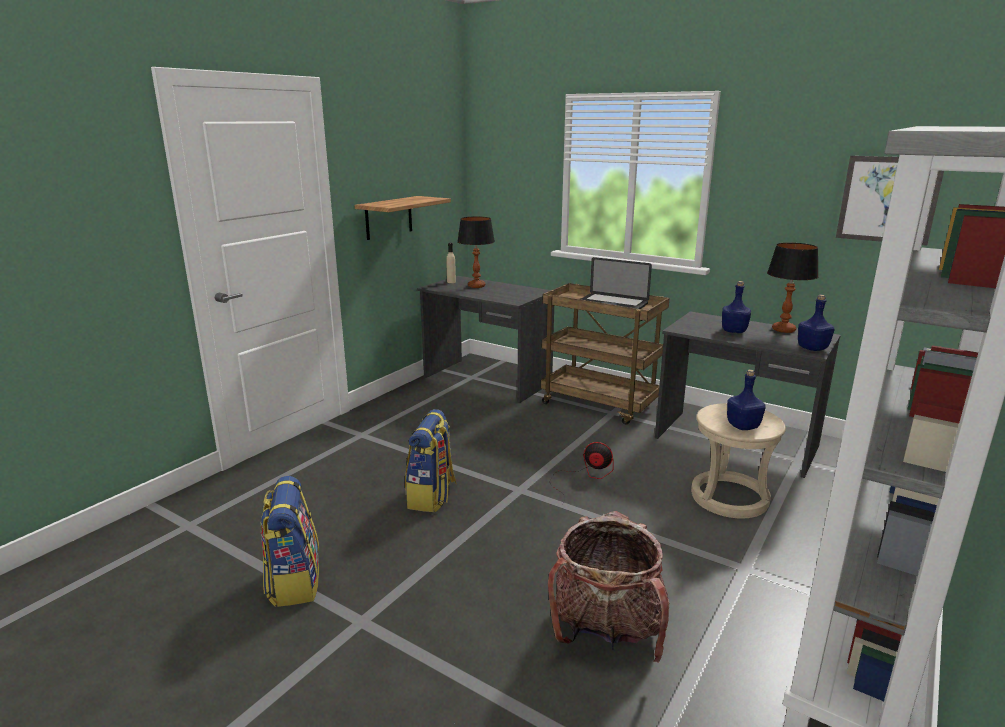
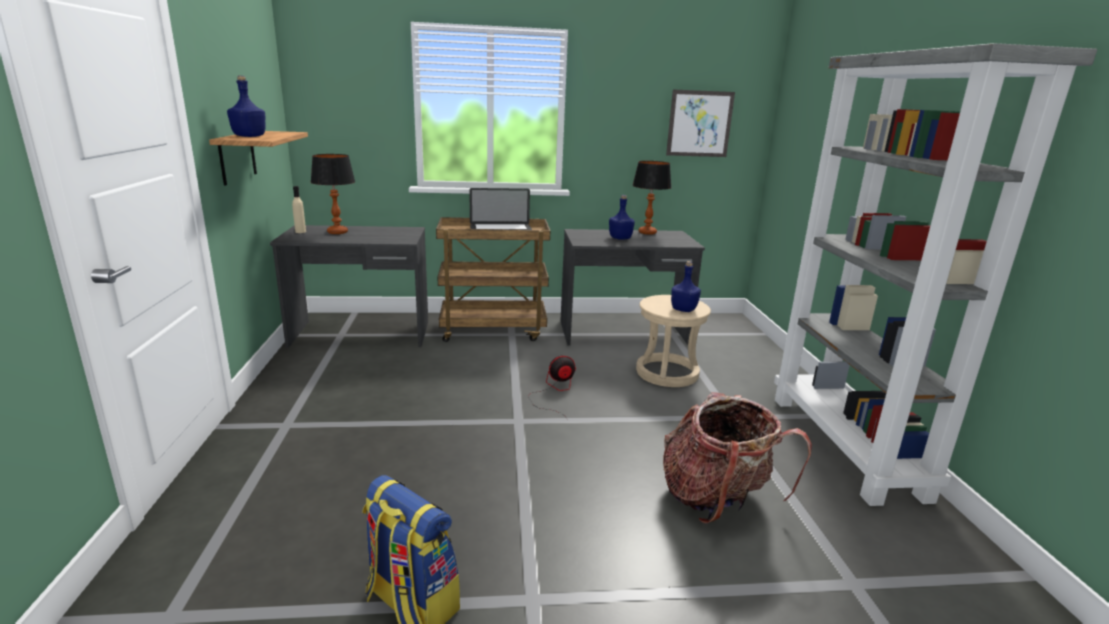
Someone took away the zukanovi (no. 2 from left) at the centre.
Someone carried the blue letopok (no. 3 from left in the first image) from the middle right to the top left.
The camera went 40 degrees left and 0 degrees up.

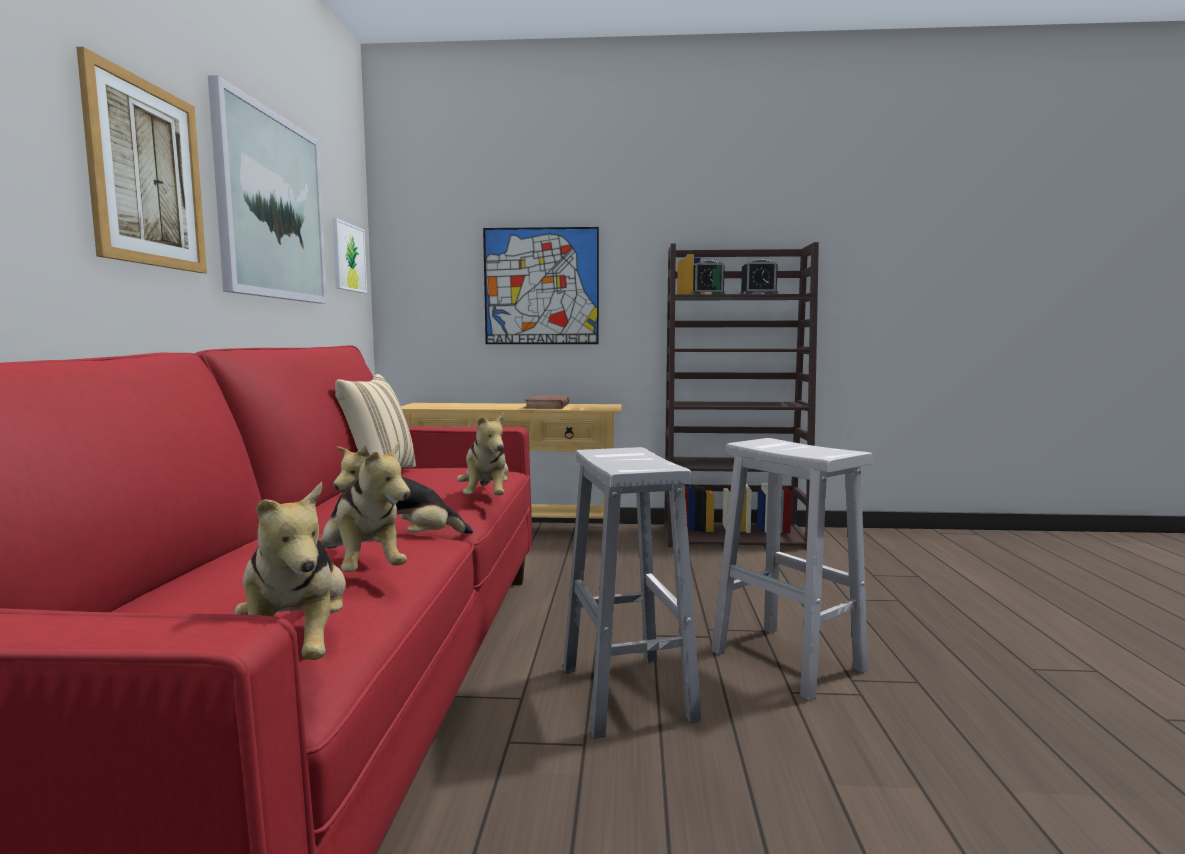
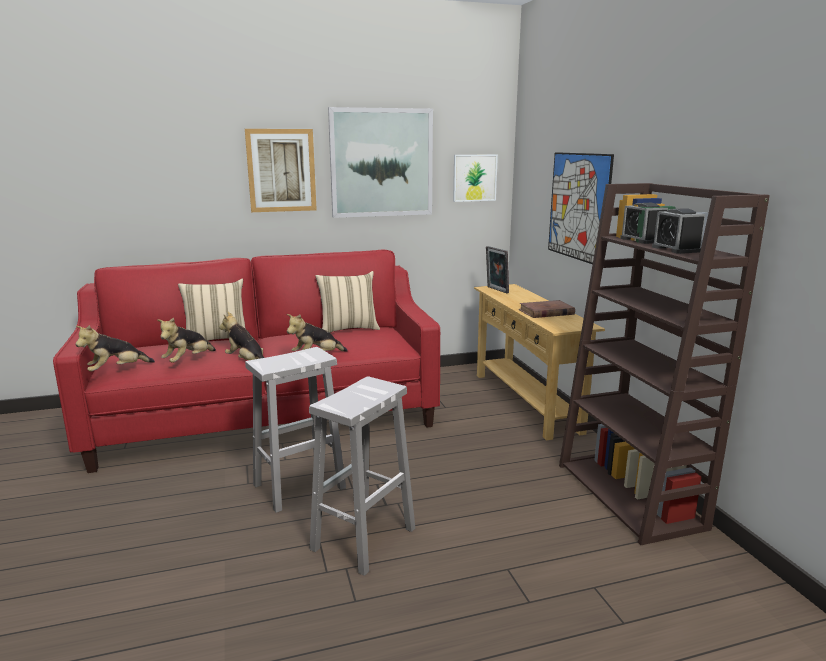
Someone put down the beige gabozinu (no. 1 from left) at the middle left.
Someone put down the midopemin at the centre.
The camera went 70 degrees right and 10 degrees up.

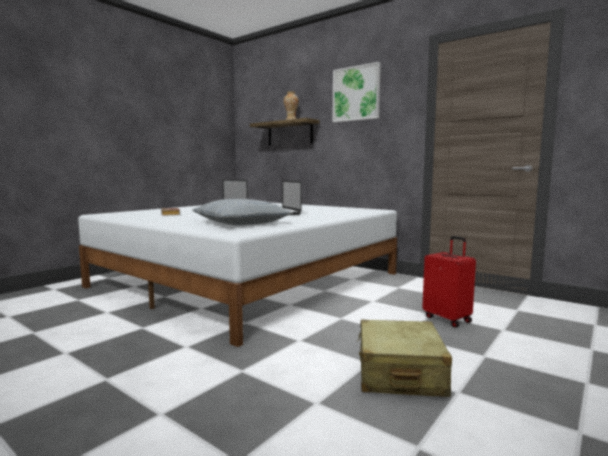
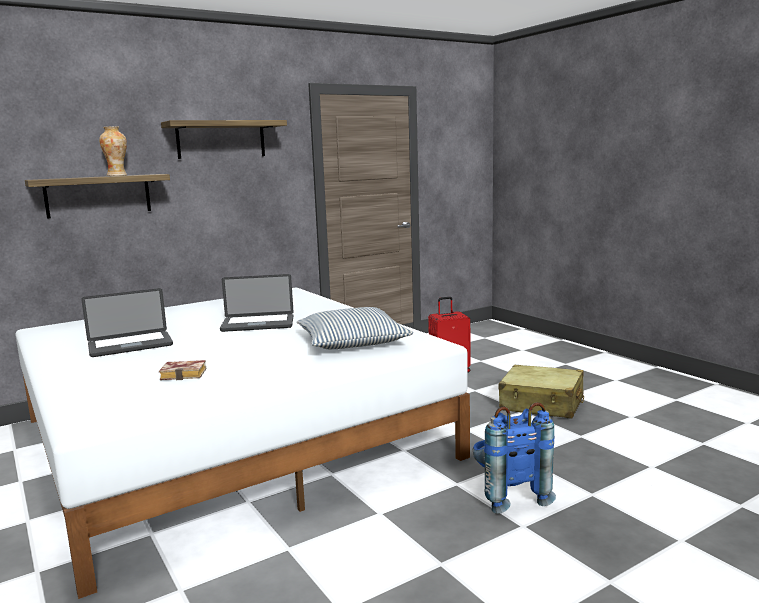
Someone put down the blue zukanovi at the bottom right.
Someone swapped the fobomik at the top centre for the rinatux (no. 2 from left) at the top left.
The camera went 70 degrees left and 5 degrees up.

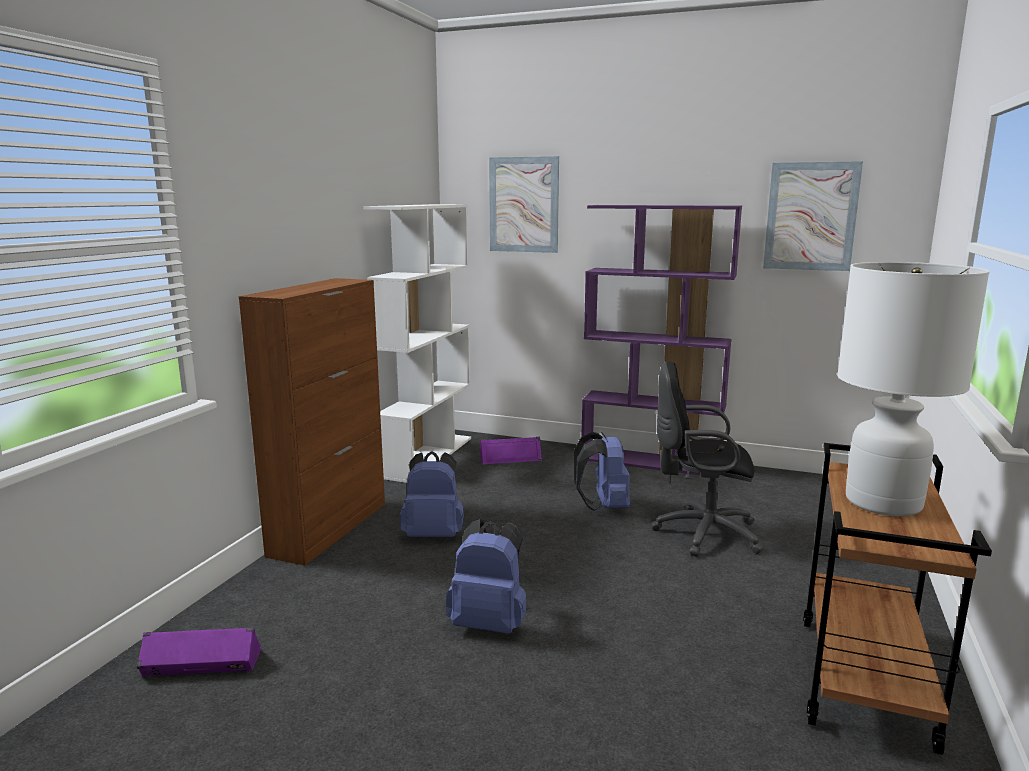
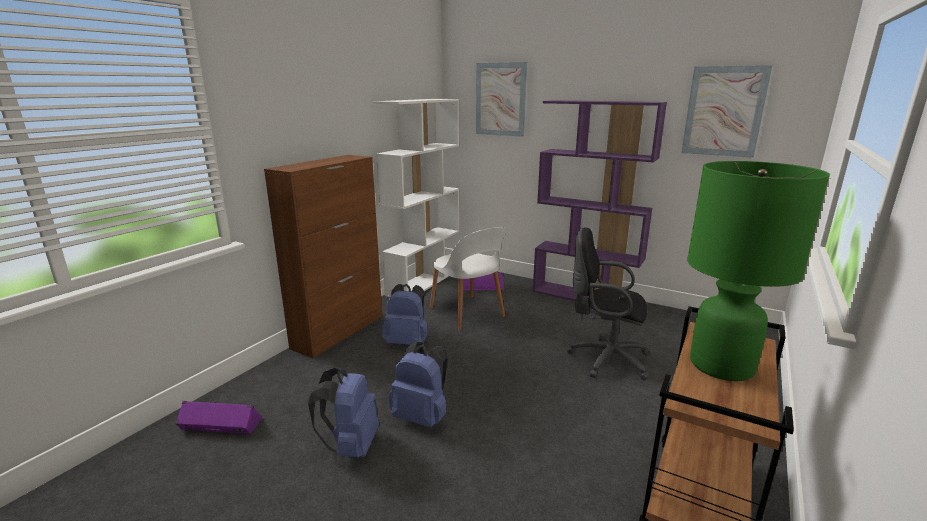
Someone put down the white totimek at the centre.
Someone carried the blue zukanovi (no. 3 from left in the first image) from the centre to the bottom centre.
Someone repainted the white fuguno at the middle right, which became the green fuguno at the middle right.
The camera went 10 degrees right and 5 degrees up.

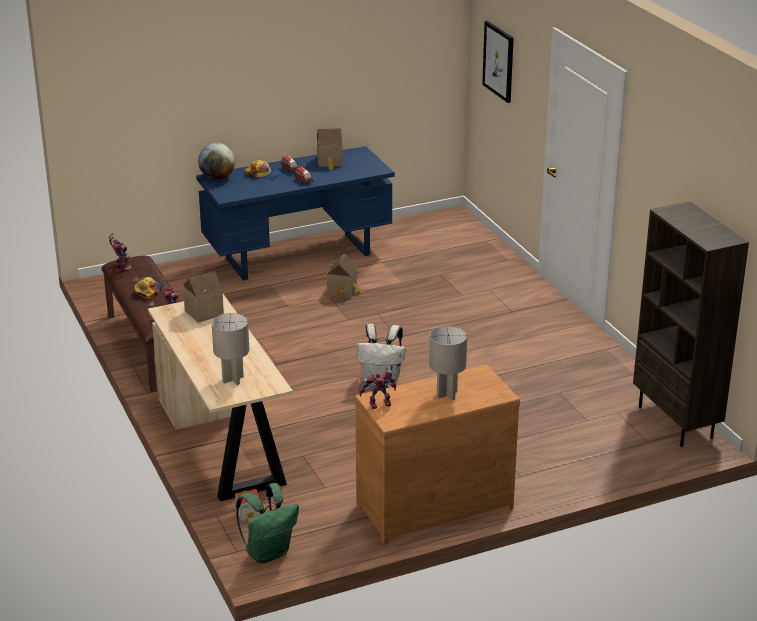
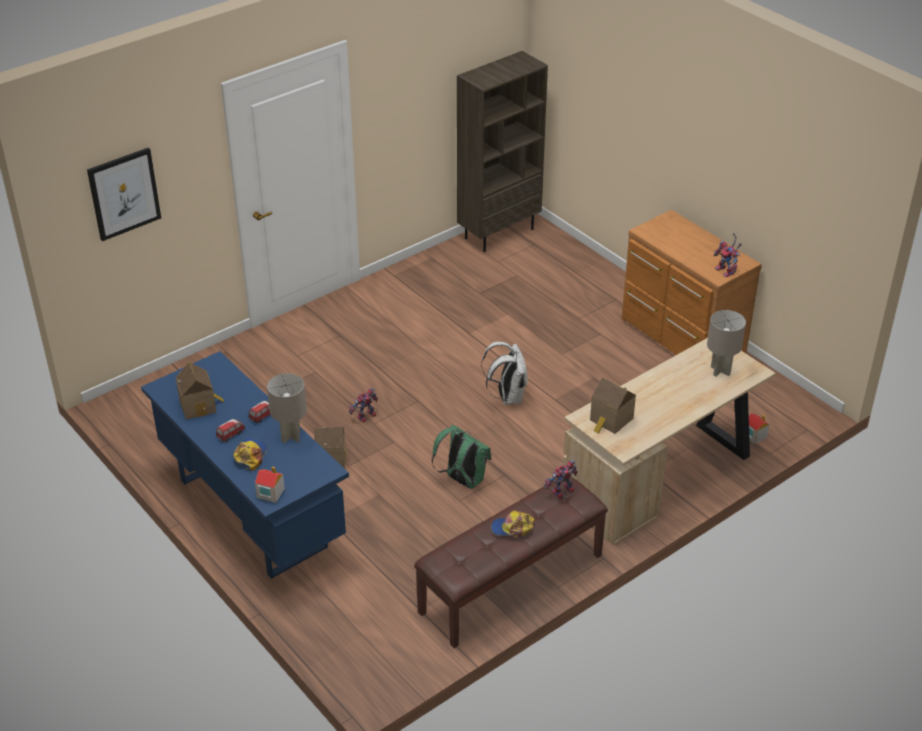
Someone carried the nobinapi (no. 1 from left) from the middle left to the centre.
Someone carried the green zukanovi from the bottom centre to the centre.
Someone carried the grey fuguno (no. 2 from left in the first image) from the centre to the middle left.
Someone swapped the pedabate at the top left for the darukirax (no. 2 from left) at the middle left.
The camera went 105 degrees left and 10 degrees up.

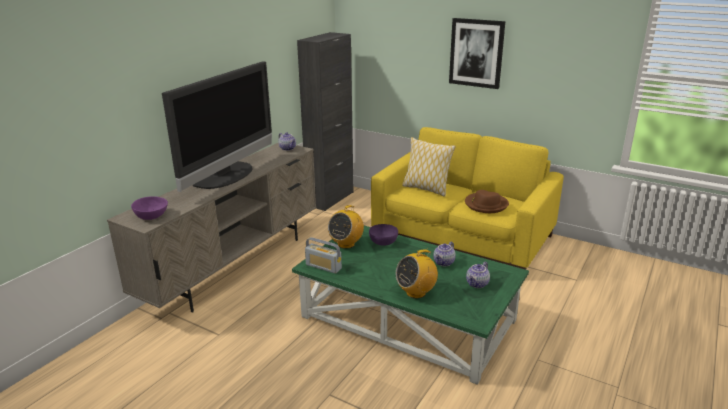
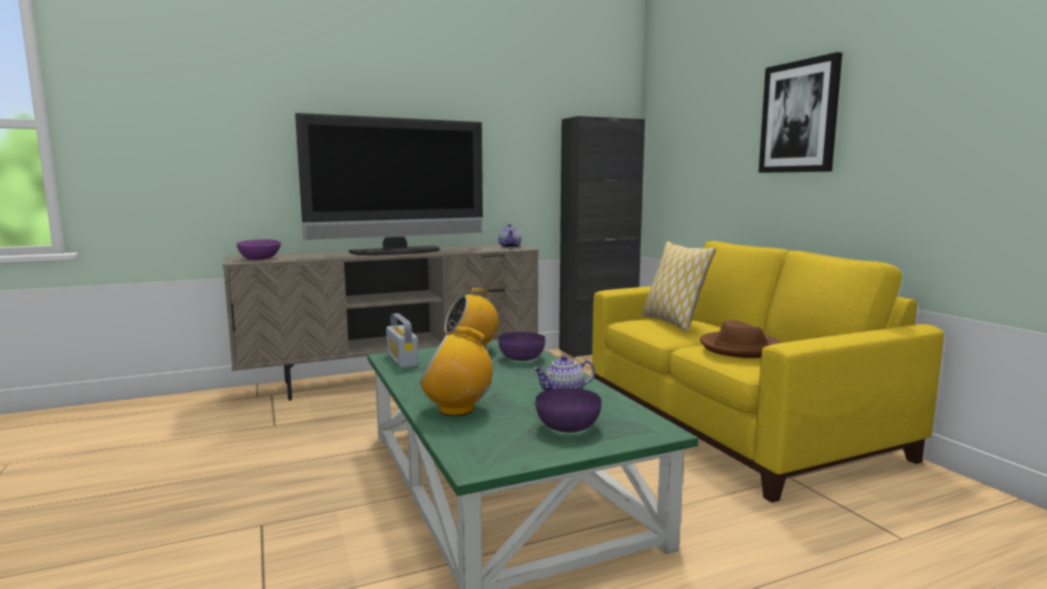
Someone swapped the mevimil (no. 3 from left) at the bottom centre for the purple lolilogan (no. 3 from left) at the bottom centre.
The camera went 35 degrees right and 15 degrees down.

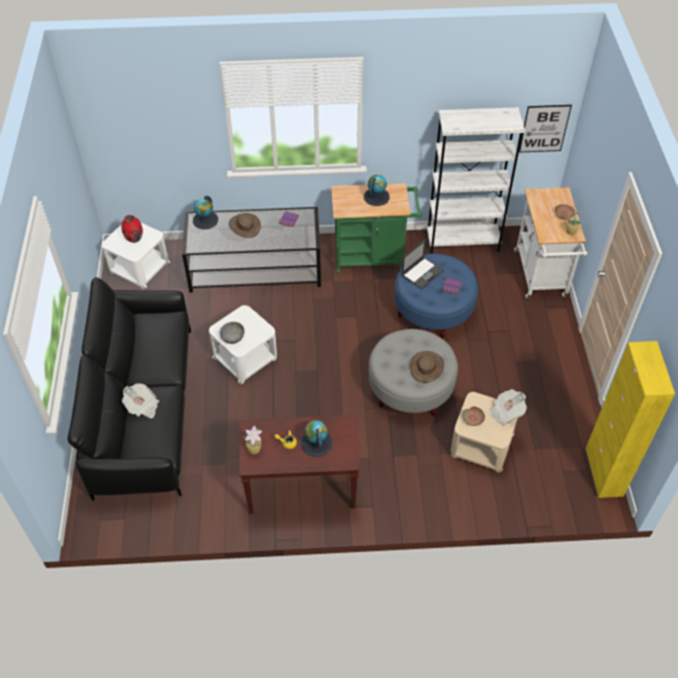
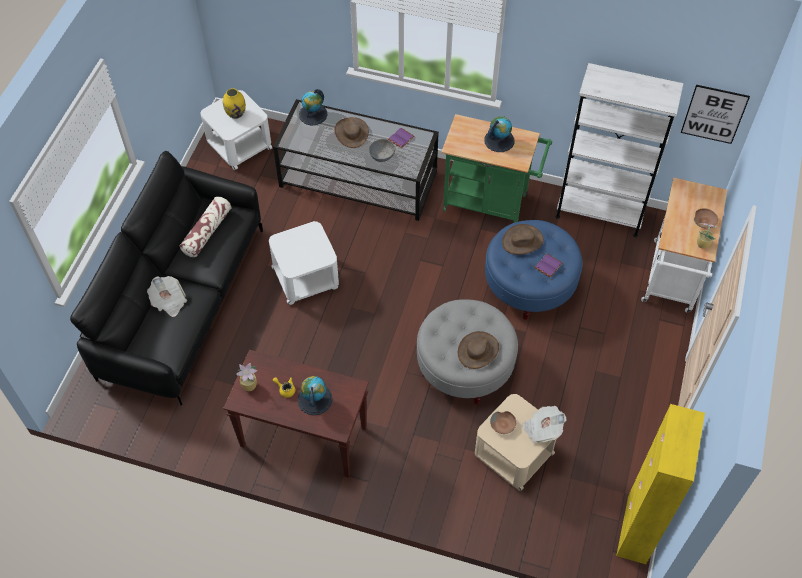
Someone put down the gabozinu at the middle left.
Someone carried the grey lolilogan from the centre to the top centre.
Someone swapped the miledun at the centre for the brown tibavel (no. 3 from left) at the centre.
Someone repainted the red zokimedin at the middle left, which became the yellow zokimedin at the top left.
The camera went 20 degrees right and 5 degrees up.

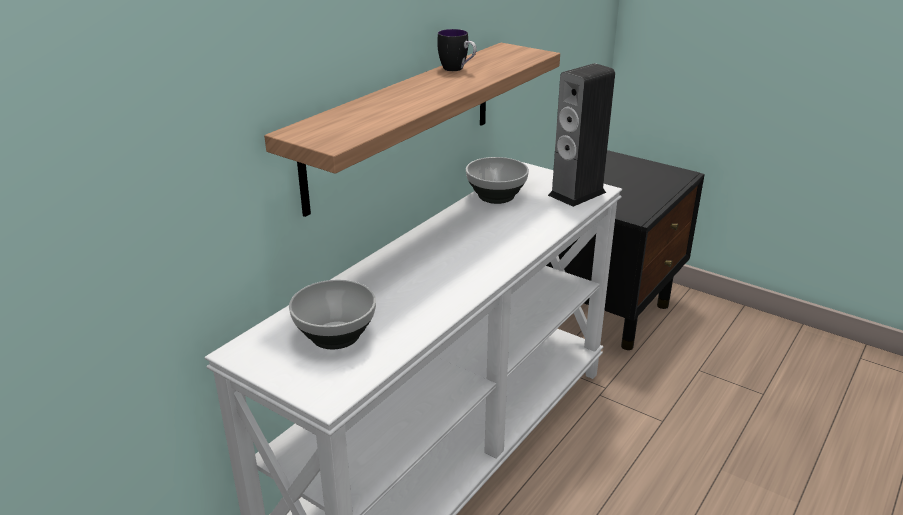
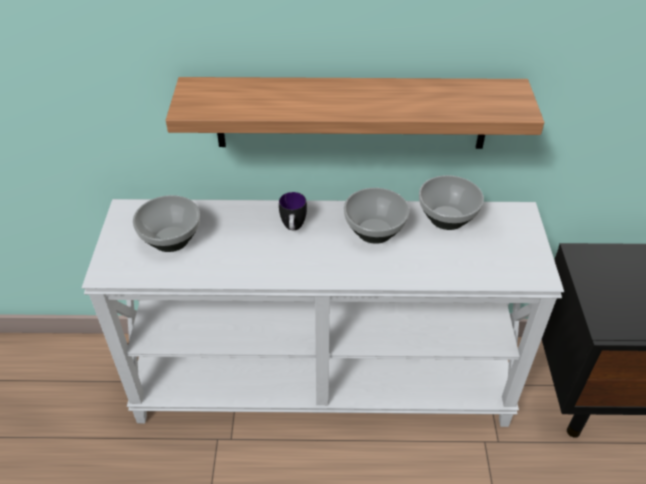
Someone took away the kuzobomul at the top centre.
Someone put down the lolilogan (no. 2 from left) at the centre.
Someone carried the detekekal from the top centre to the centre.
The camera went 55 degrees right and 15 degrees up.

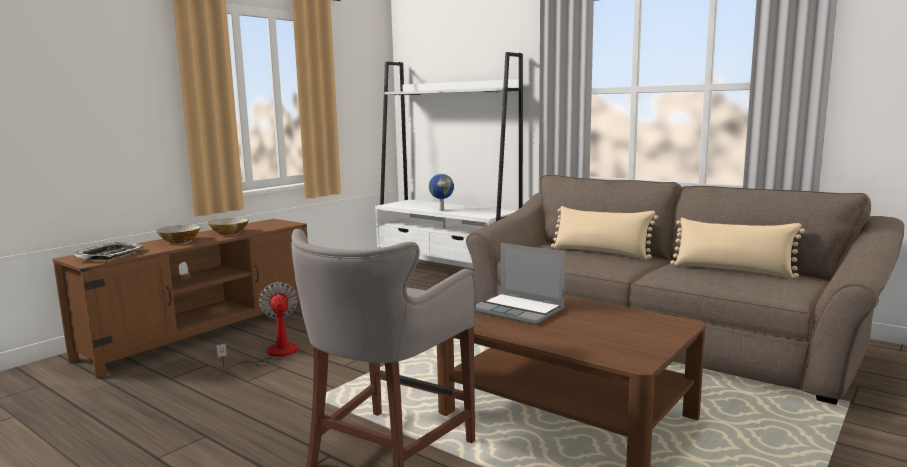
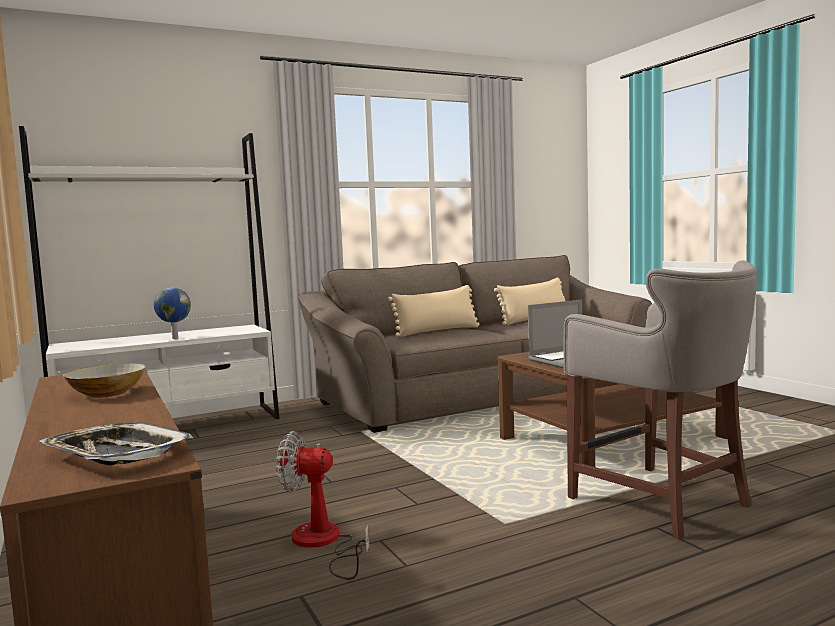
Someone took away the lolilogan (no. 1 from left) at the middle left.
The camera went 65 degrees left and 5 degrees down.

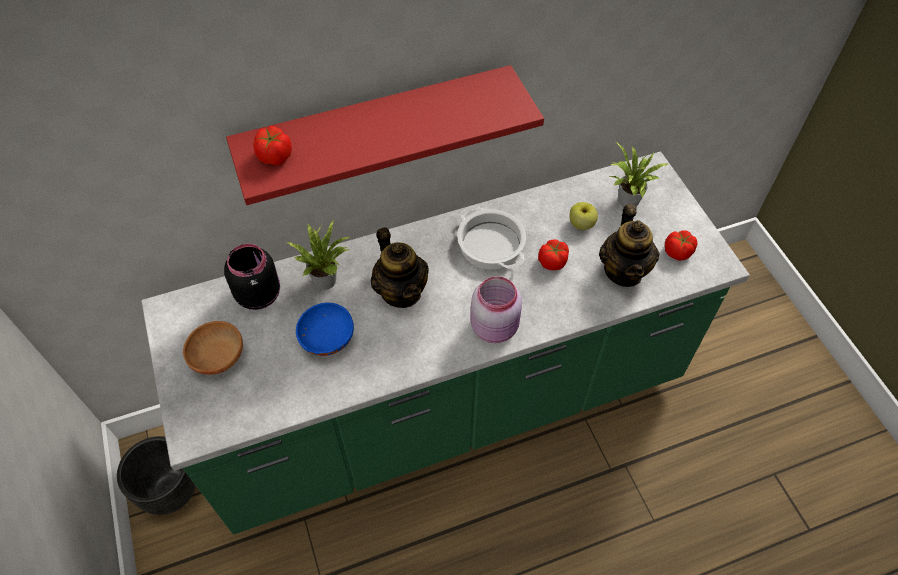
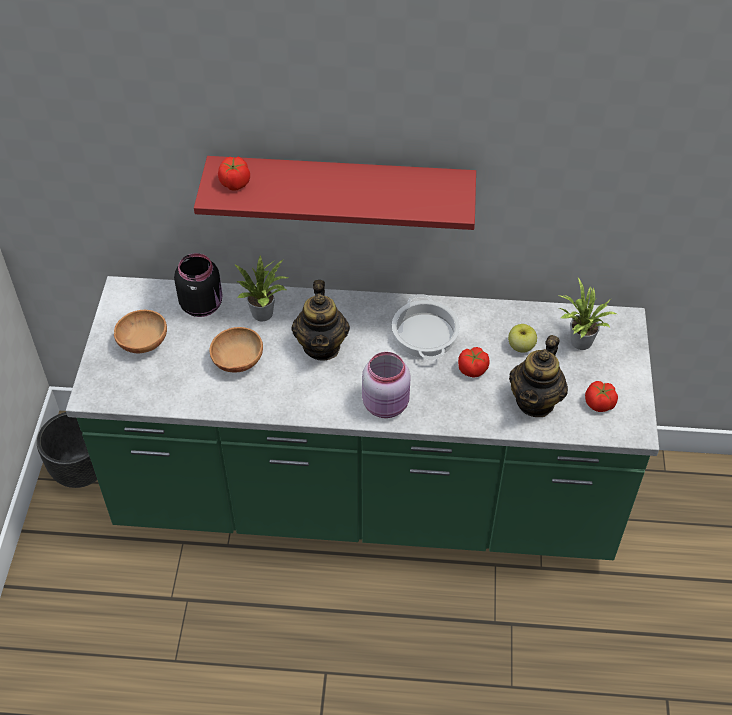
Someone repainted the blue lolilogan at the centre, which became the brown lolilogan (no. 2 from left) at the middle left.
The camera went 25 degrees right and 5 degrees down.

